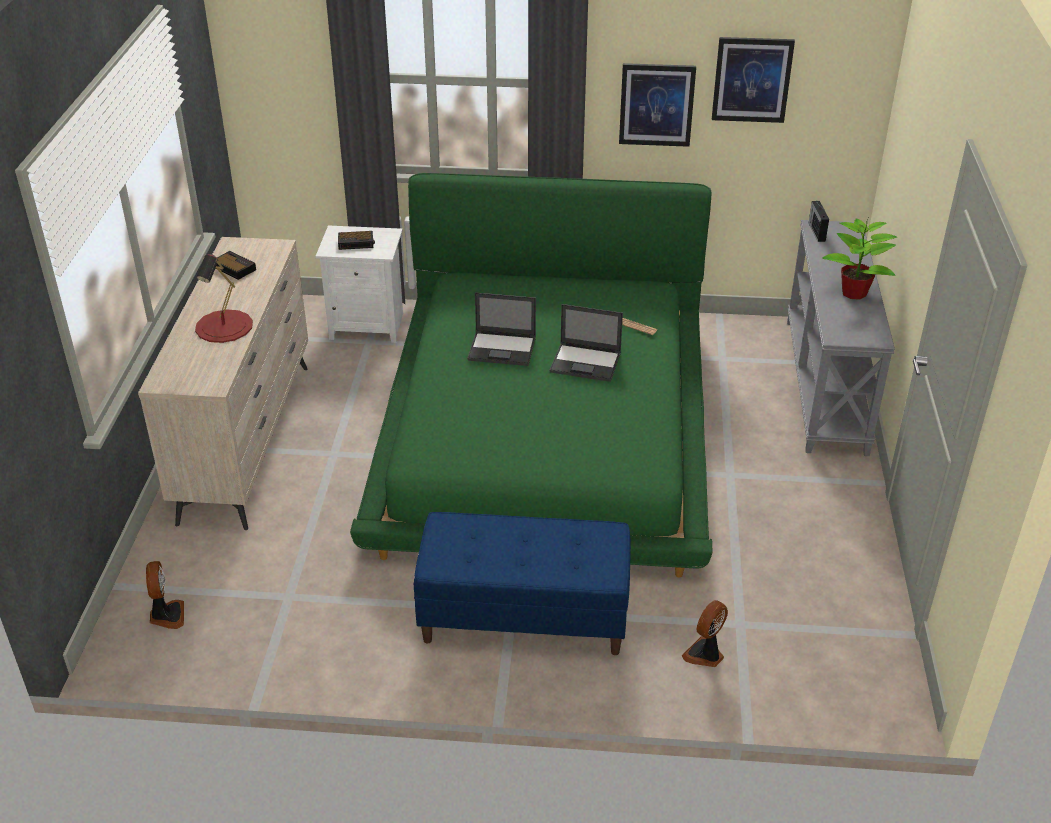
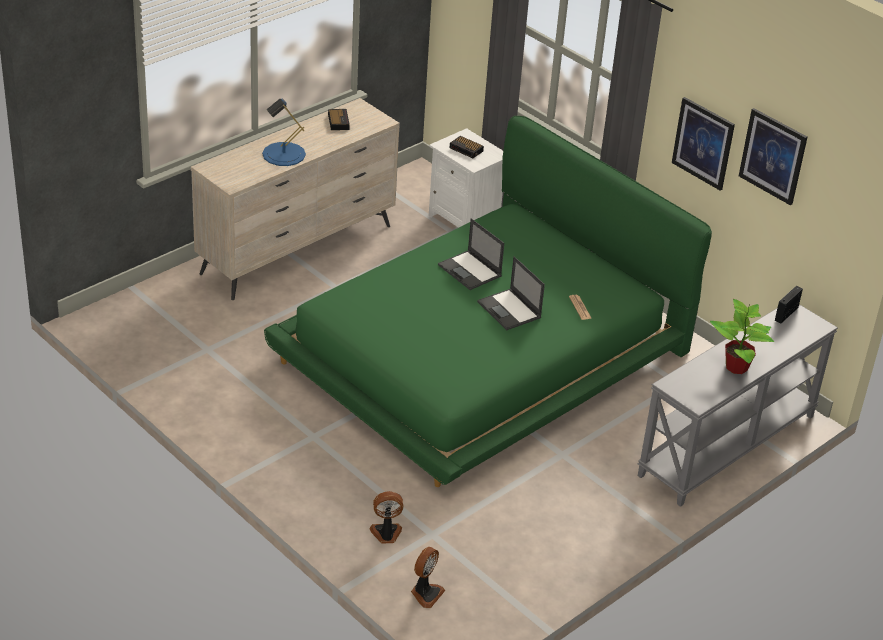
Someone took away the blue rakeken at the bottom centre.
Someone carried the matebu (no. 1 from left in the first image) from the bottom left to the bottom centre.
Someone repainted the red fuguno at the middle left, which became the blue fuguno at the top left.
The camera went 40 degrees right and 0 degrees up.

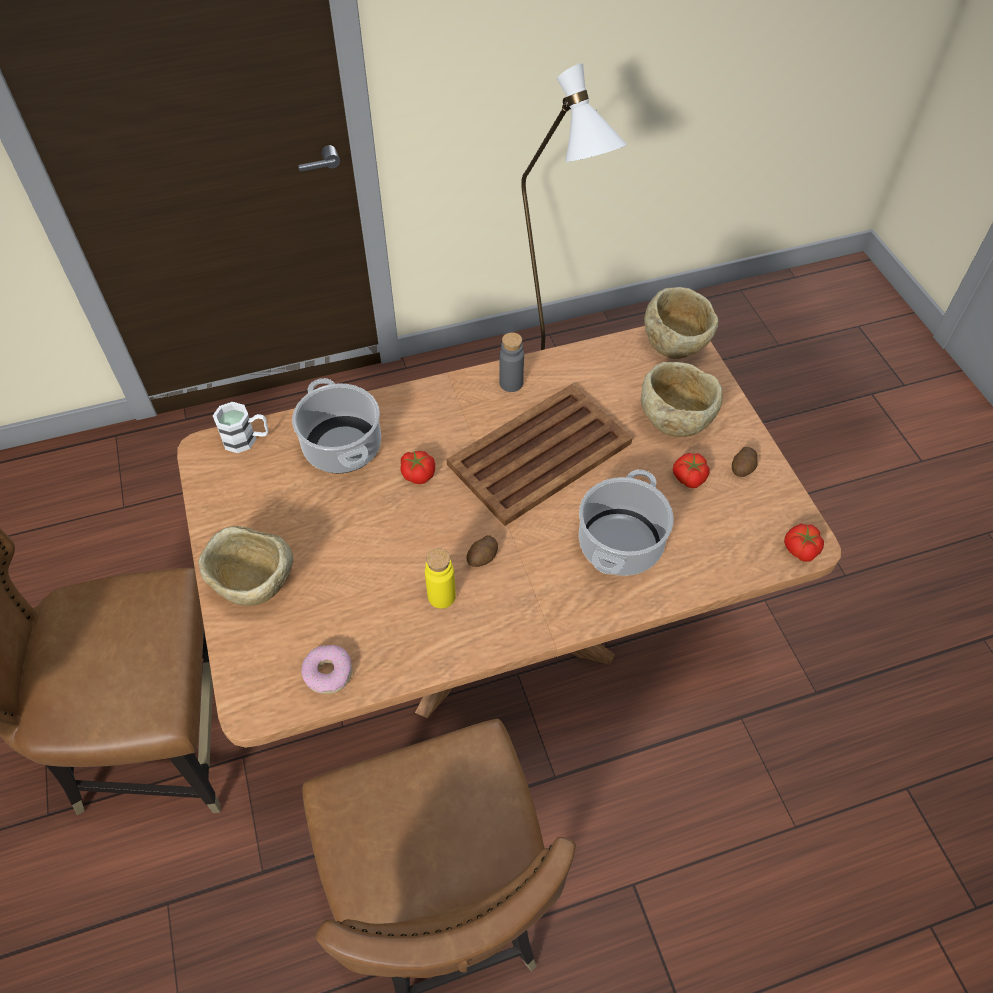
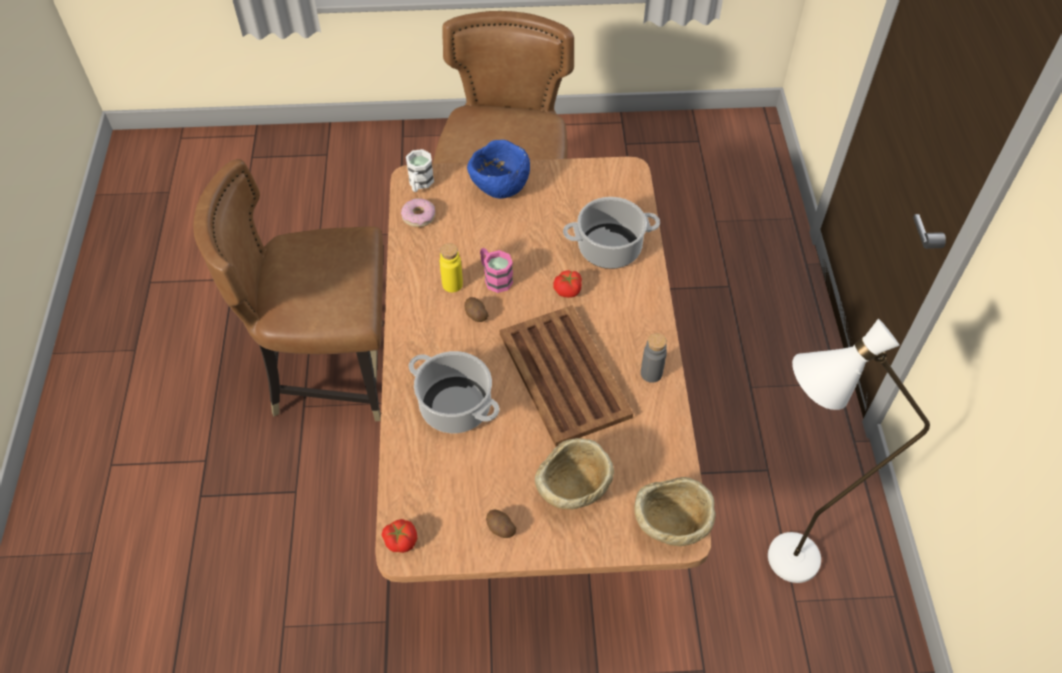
Someone took away the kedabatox (no. 2 from left) at the middle right.
Someone put down the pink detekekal at the centre.
Someone carried the white detekekal from the middle left to the top centre.
Someone repainted the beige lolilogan (no. 1 from left) at the middle left, which became the blue lolilogan at the top centre.
The camera went 105 degrees right and 0 degrees up.

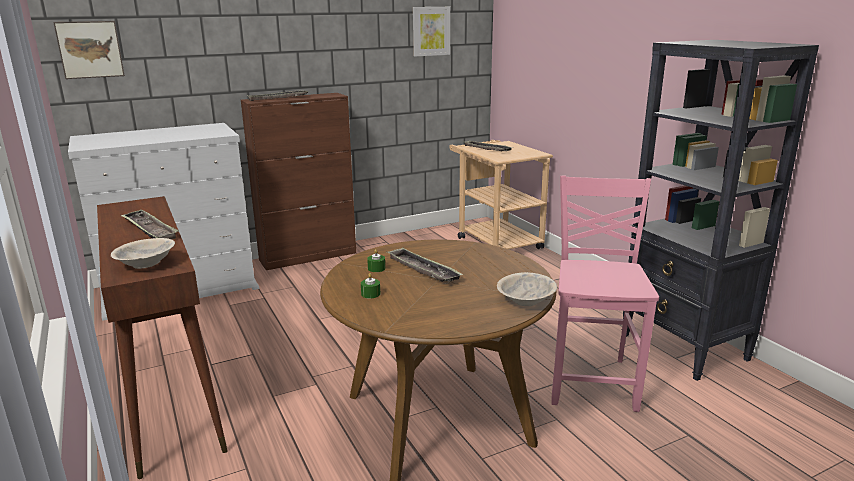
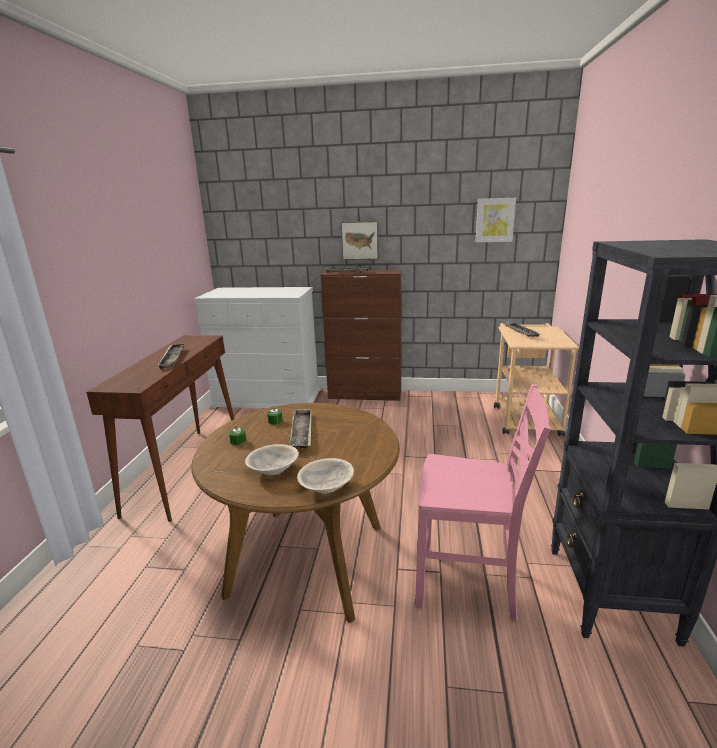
Someone carried the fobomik (no. 1 from left) from the top left to the top centre.
Someone carried the beige lolilogan (no. 1 from left) from the middle left to the centre.
Someone rotated the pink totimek at the middle right by 60 degrees clockwise.
The camera went 35 degrees right and 0 degrees up.

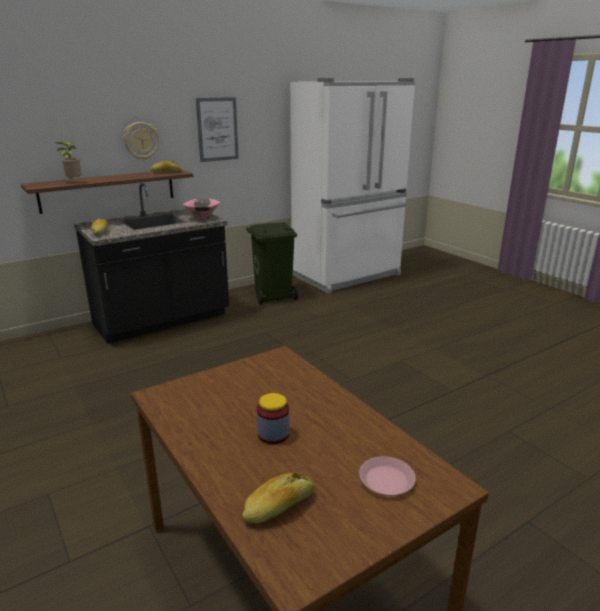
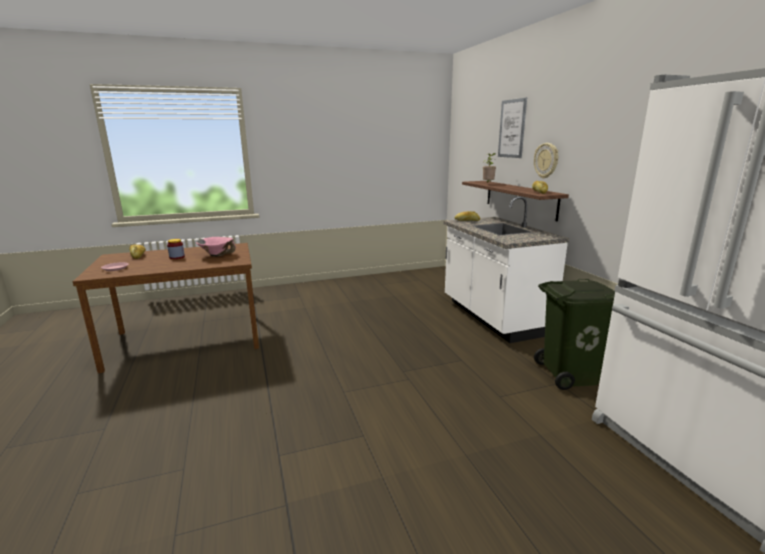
Someone carried the pink lolilogan from the centre to the middle left.
Someone carried the fobomik from the top centre to the top right.
Someone repainted the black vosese at the middle left, which became the white vosese at the centre.
The camera went 105 degrees right and 5 degrees down.

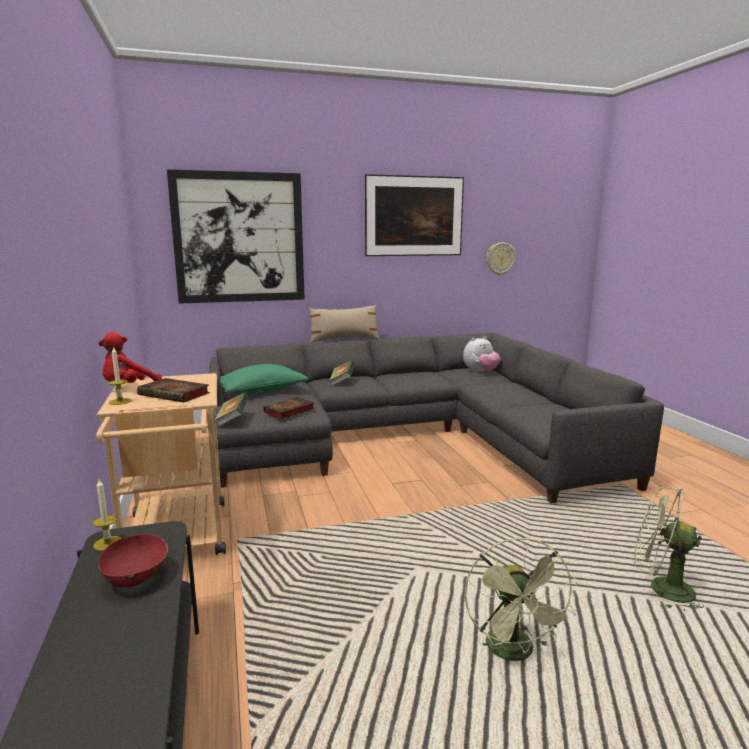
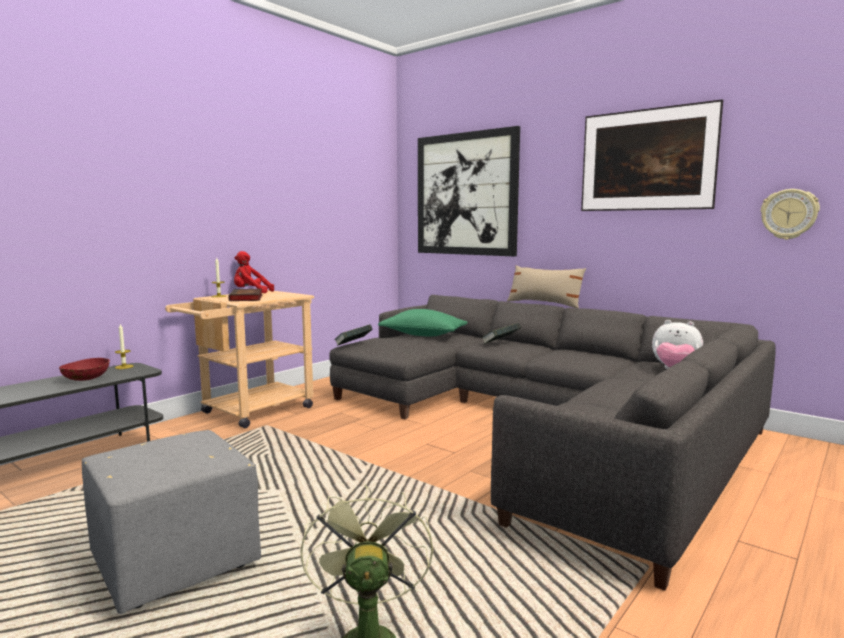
Someone took away the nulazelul (no. 3 from left) at the centre.
Someone swapped the green matebu (no. 1 from left) at the bottom right for the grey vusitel at the bottom left.
The camera went 55 degrees right and 5 degrees down.

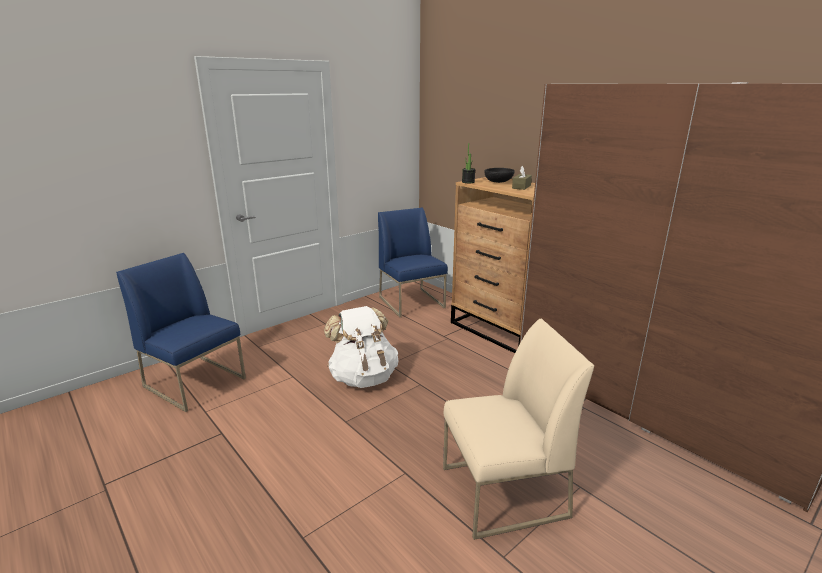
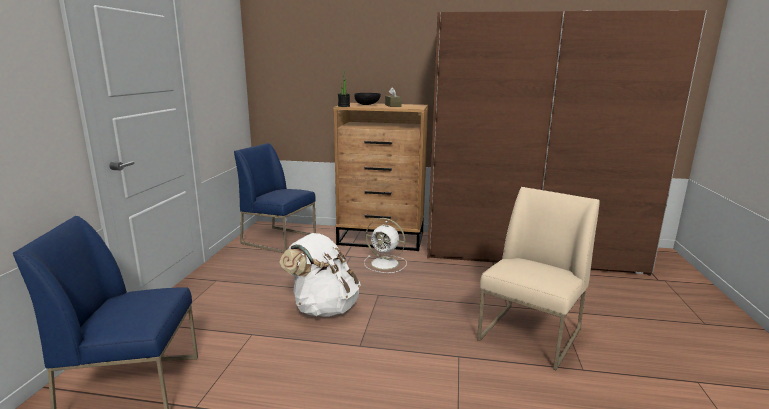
Someone put down the white matebu at the centre.
The camera went 40 degrees left and 5 degrees down.

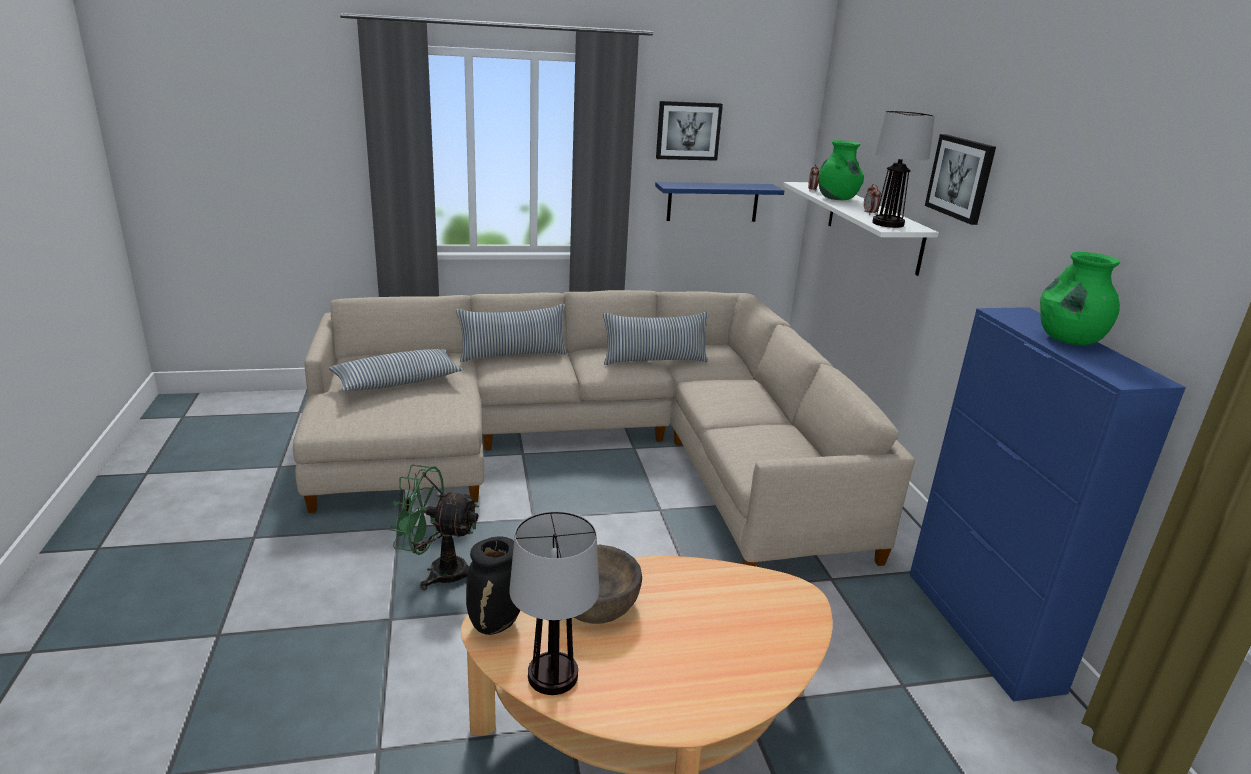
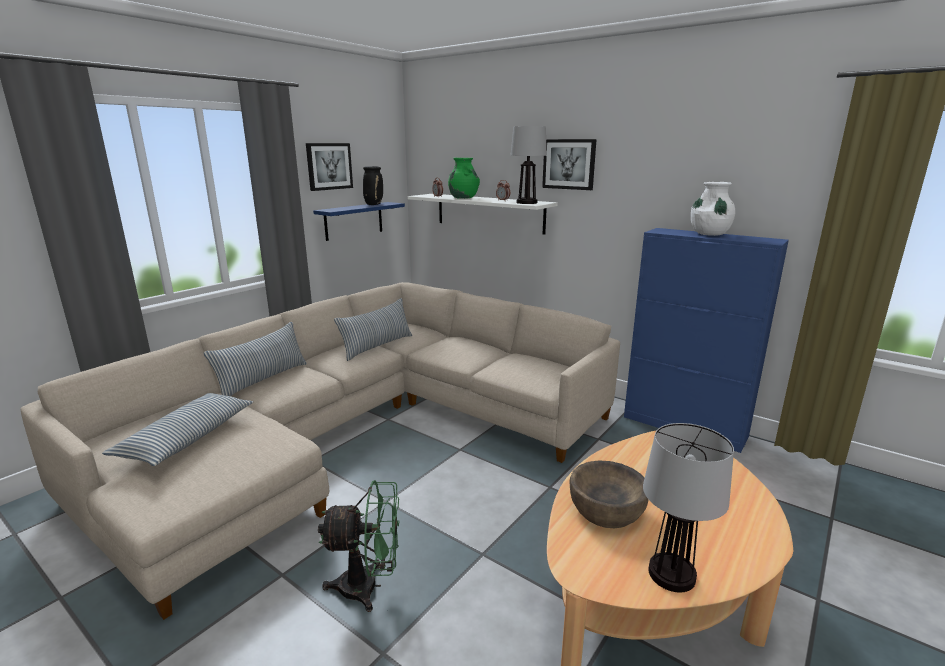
Someone carried the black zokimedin from the bottom centre to the top centre.
Someone repainted the green zokimedin (no. 2 from left) at the middle right, which became the white zokimedin at the top right.
Someone rotated the green matebu at the bottom centre by 150 degrees counterclockwise.
The camera went 40 degrees left and 5 degrees down.

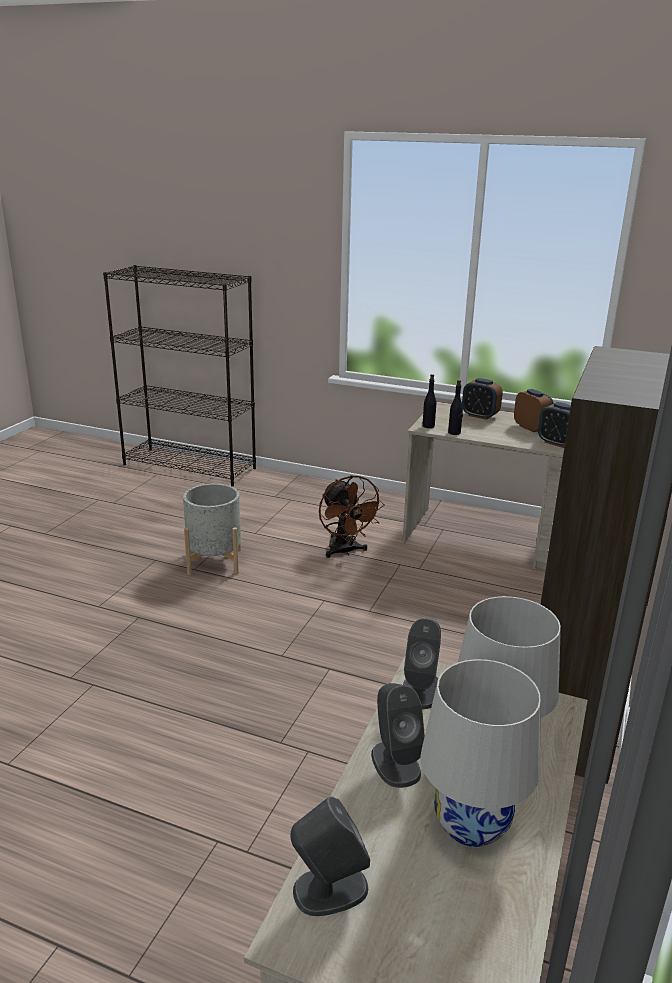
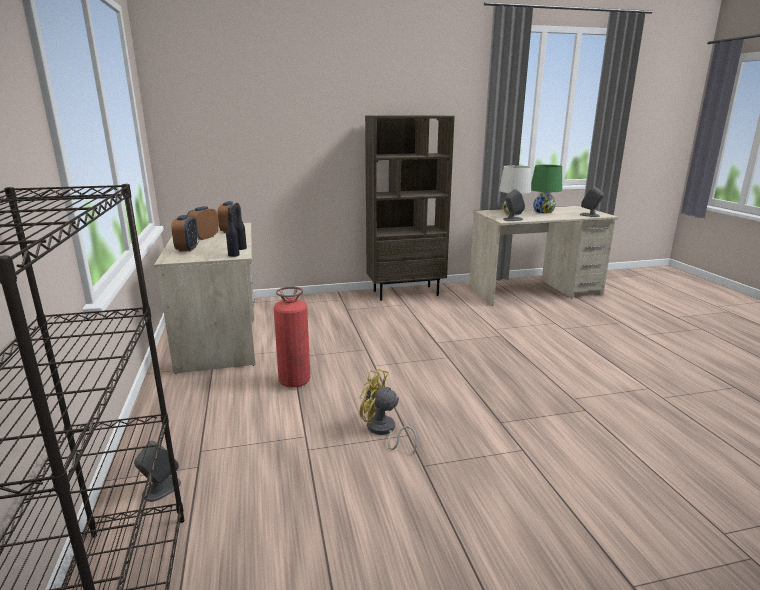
Someone carried the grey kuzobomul (no. 2 from left in the first image) from the bottom centre to the bottom left.
Someone swapped the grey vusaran at the middle left for the yellow matebu at the bottom centre.
Someone swapped the brown matebu at the centre for the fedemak at the centre.
Someone repainted the white fuguno (no. 1 from left) at the bottom right, which became the green fuguno at the top right.
The camera went 125 degrees left and 5 degrees down.

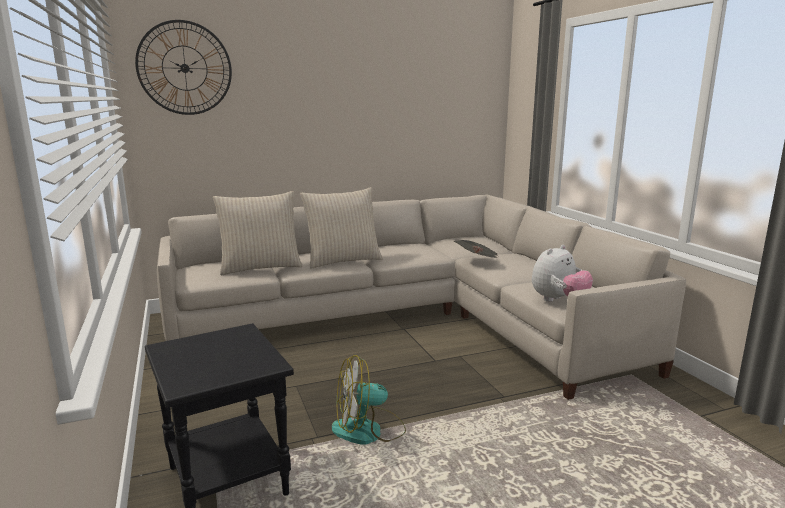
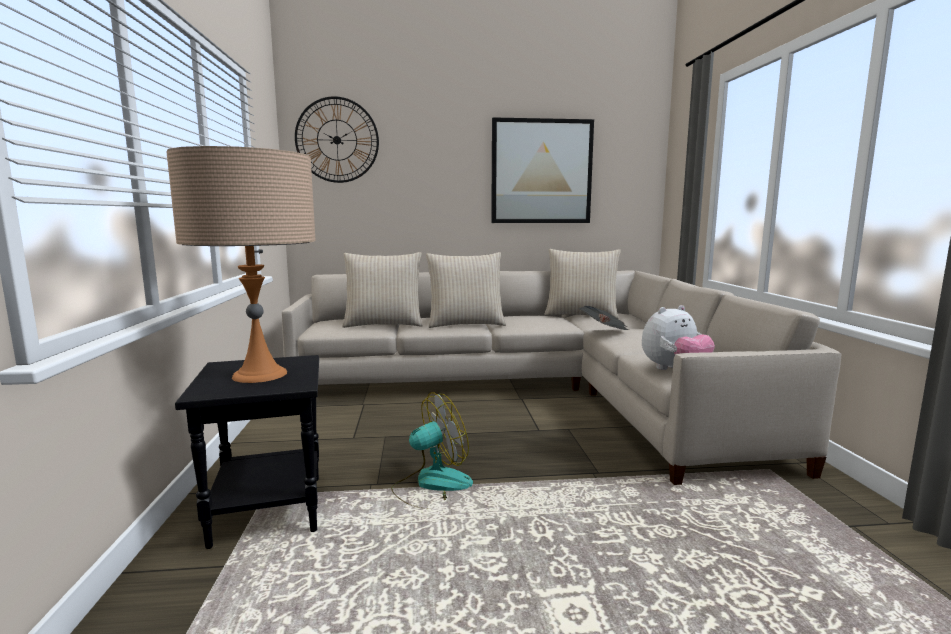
Someone put down the beige fuguno at the middle left.
Someone put up the fobomik at the top centre.
Someone put down the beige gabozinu (no. 3 from left) at the centre.
Someone rotated the matebu at the bottom centre by 150 degrees clockwise.
The camera went 15 degrees right and 5 degrees down.

